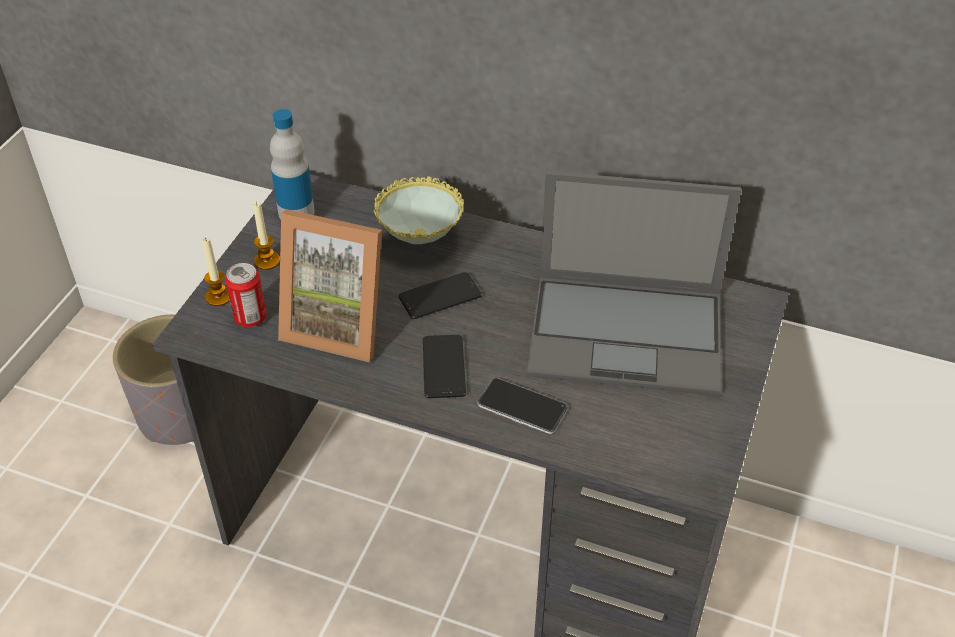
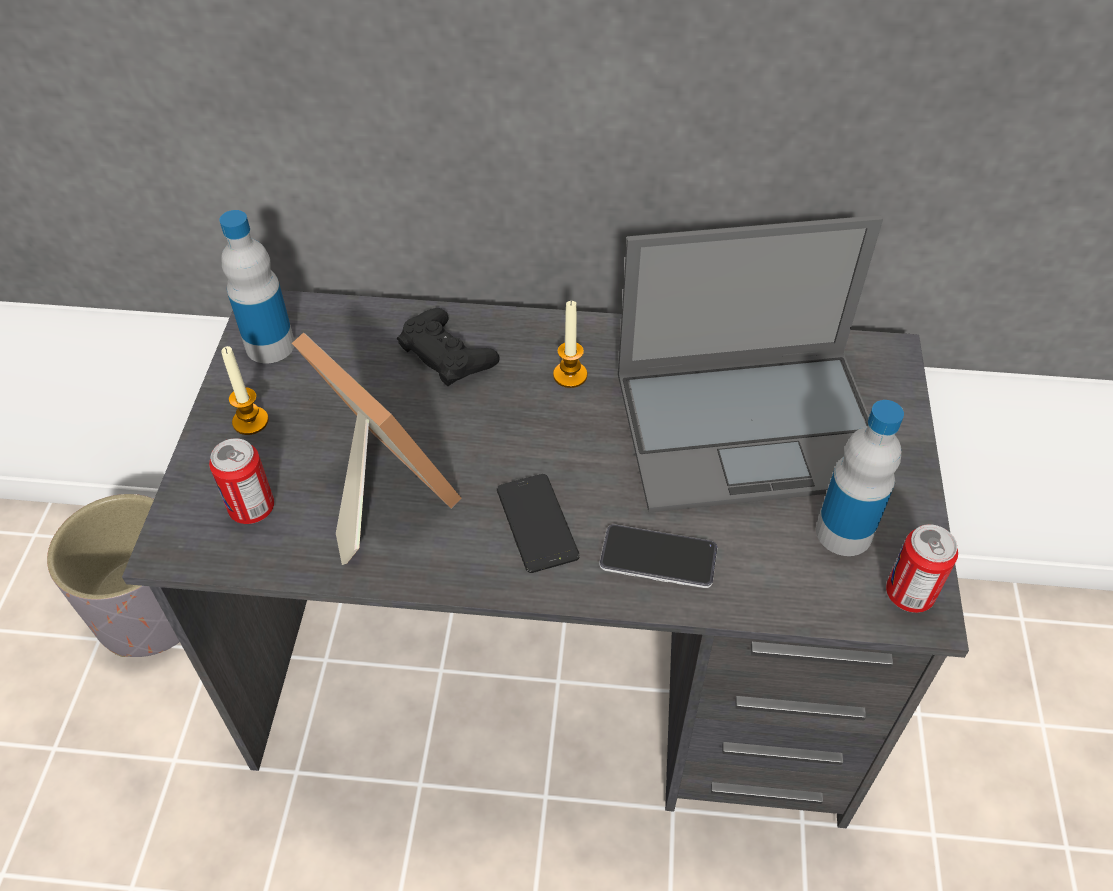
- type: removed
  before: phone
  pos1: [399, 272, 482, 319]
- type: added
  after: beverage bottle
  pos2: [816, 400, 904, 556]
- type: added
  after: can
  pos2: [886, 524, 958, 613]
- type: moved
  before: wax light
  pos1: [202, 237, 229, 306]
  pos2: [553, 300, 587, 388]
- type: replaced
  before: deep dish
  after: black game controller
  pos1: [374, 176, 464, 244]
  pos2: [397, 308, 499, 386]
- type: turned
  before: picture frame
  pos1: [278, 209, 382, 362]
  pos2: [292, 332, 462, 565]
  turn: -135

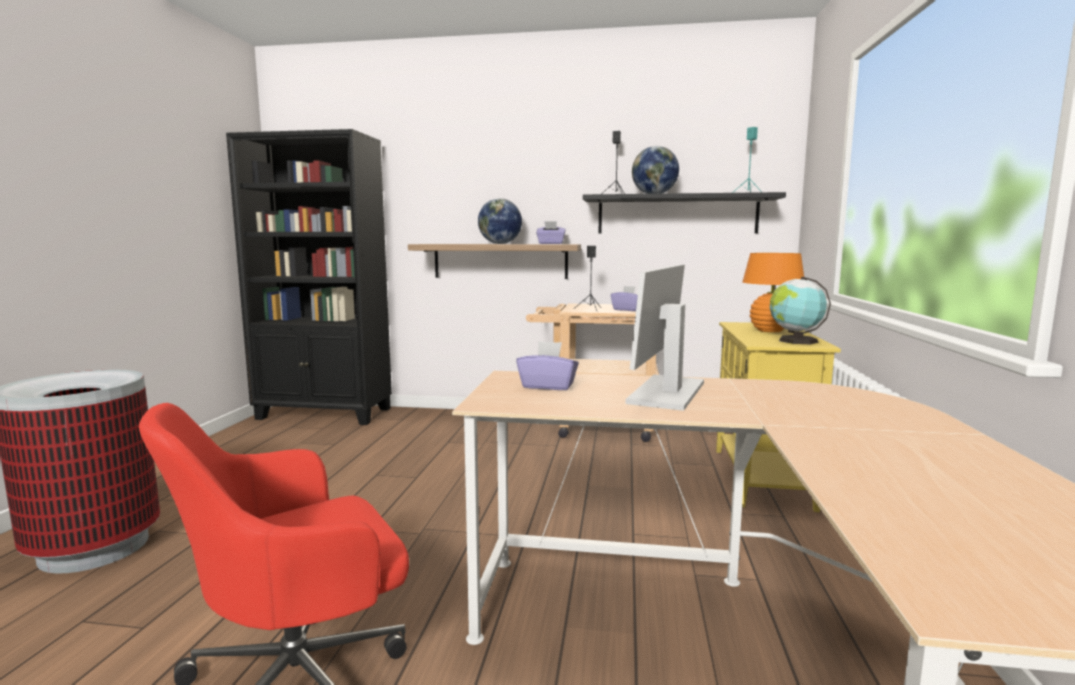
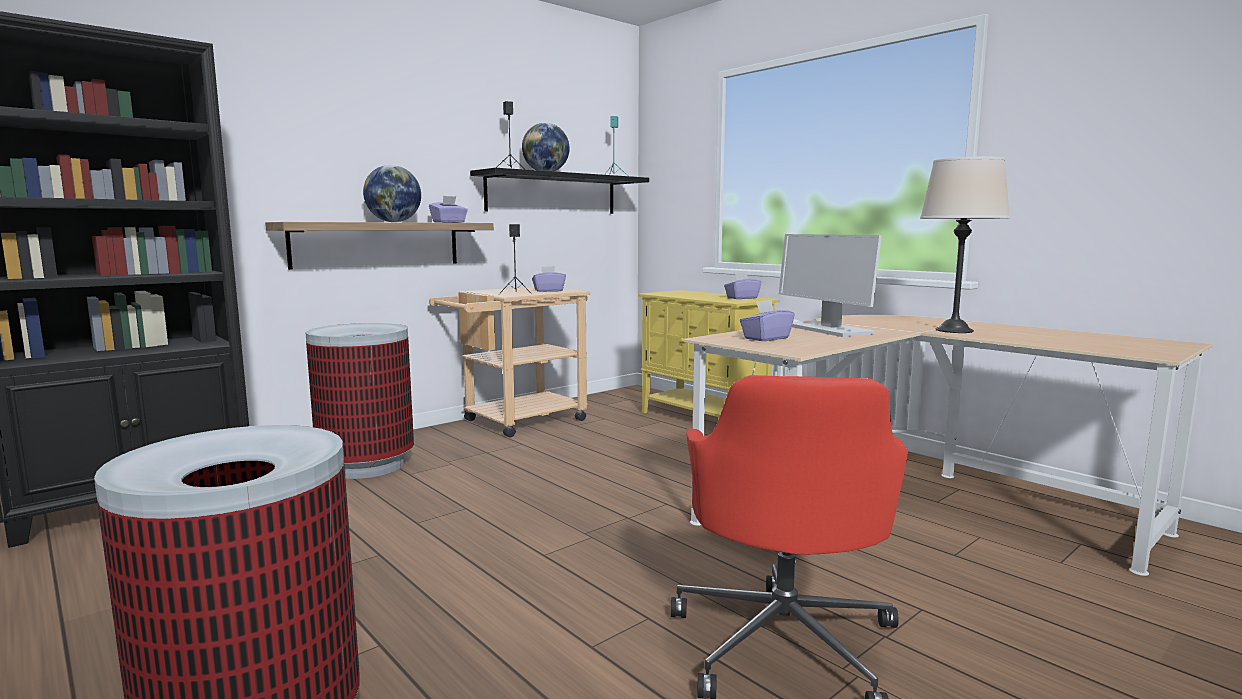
- type: removed
  before: orangey lamp for a table
  pos1: [743, 253, 804, 332]
- type: added
  after: waste bin
  pos2: [305, 323, 414, 479]
- type: added
  after: sand-coloured lamp for a table
  pos2: [920, 157, 1010, 333]
- type: replaced
  before: globe
  after: purple-coloured tissue box
  pos1: [770, 277, 831, 344]
  pos2: [724, 273, 761, 299]

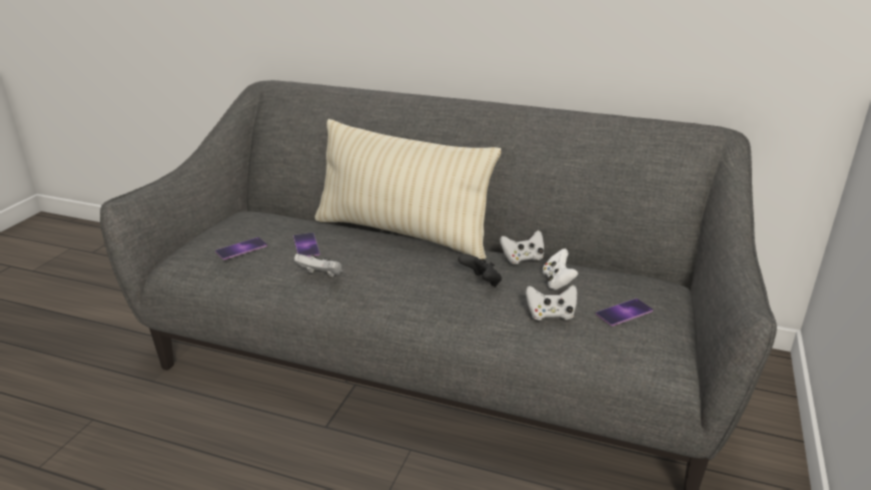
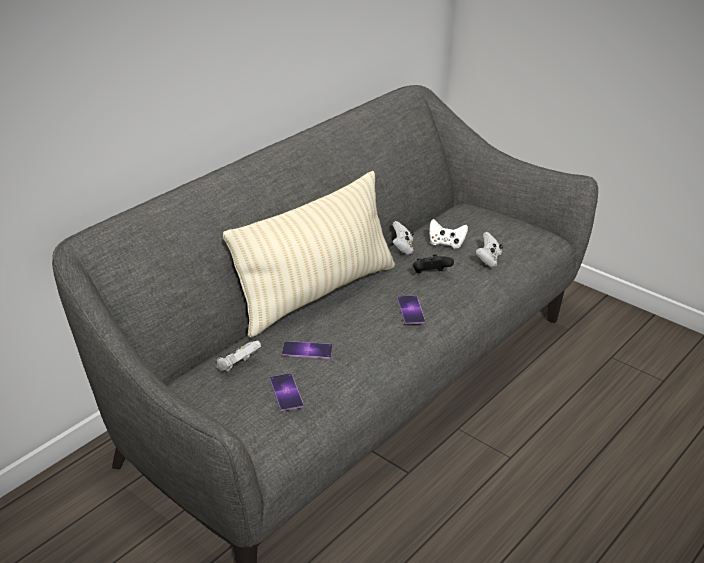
- type: moved
  before: white game controller
  pos1: [294, 254, 342, 277]
  pos2: [216, 341, 261, 372]
- type: moved
  before: phone
  pos1: [596, 298, 653, 326]
  pos2: [397, 295, 425, 324]

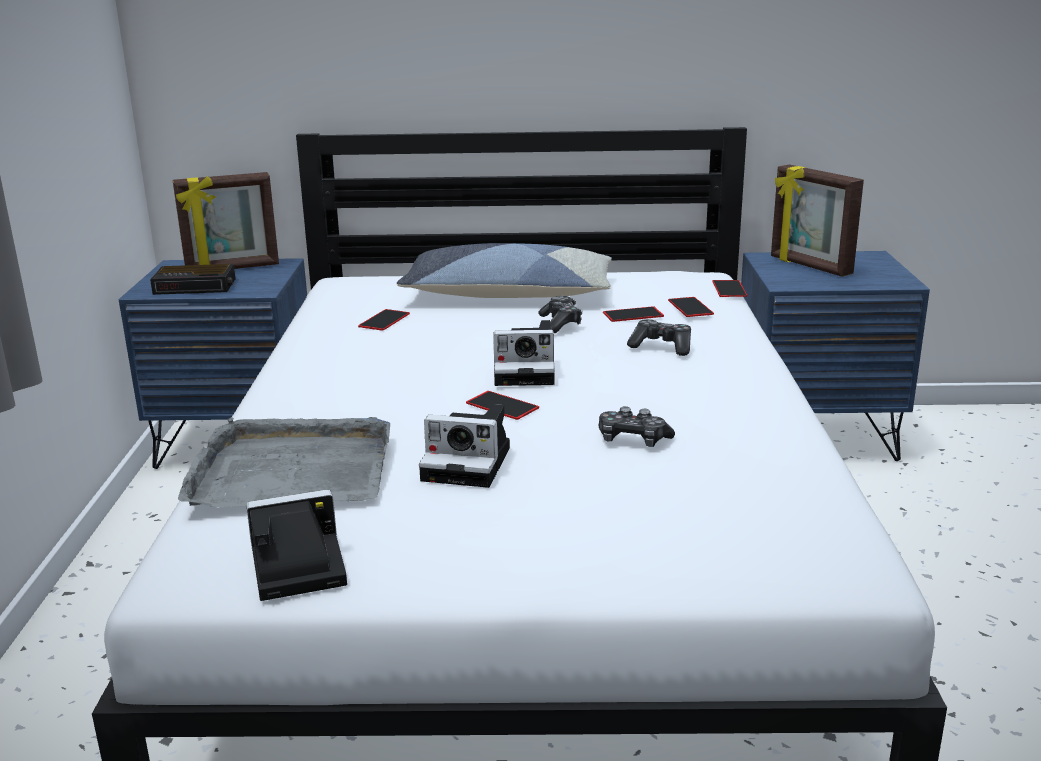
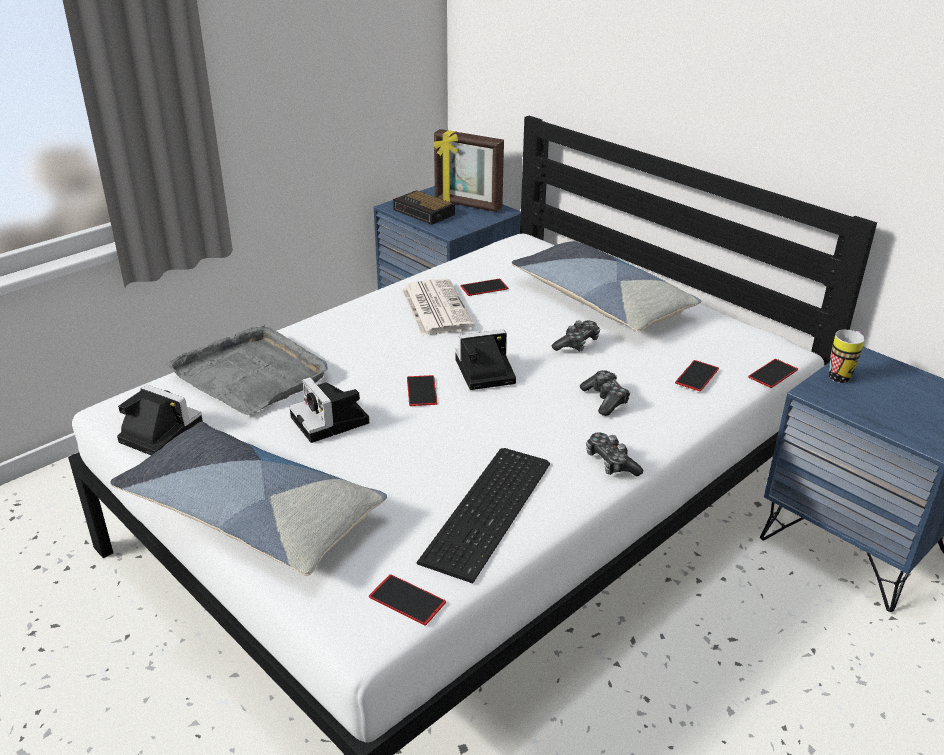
- type: removed
  before: picture frame
  pos1: [771, 164, 864, 277]
- type: added
  after: cushion
  pos2: [110, 422, 387, 576]
- type: added
  after: printed paper
  pos2: [402, 278, 475, 336]
- type: added
  after: computer keyboard
  pos2: [417, 448, 550, 584]
- type: added
  after: tea mug
  pos2: [829, 330, 865, 383]
- type: moved
  before: game controller
  pos1: [598, 406, 675, 447]
  pos2: [586, 432, 643, 476]
- type: moved
  before: phone
  pos1: [603, 306, 664, 322]
  pos2: [369, 574, 446, 625]
- type: turned
  before: photo camera
  pos1: [493, 320, 555, 386]
  pos2: [455, 330, 516, 390]
  turn: 120

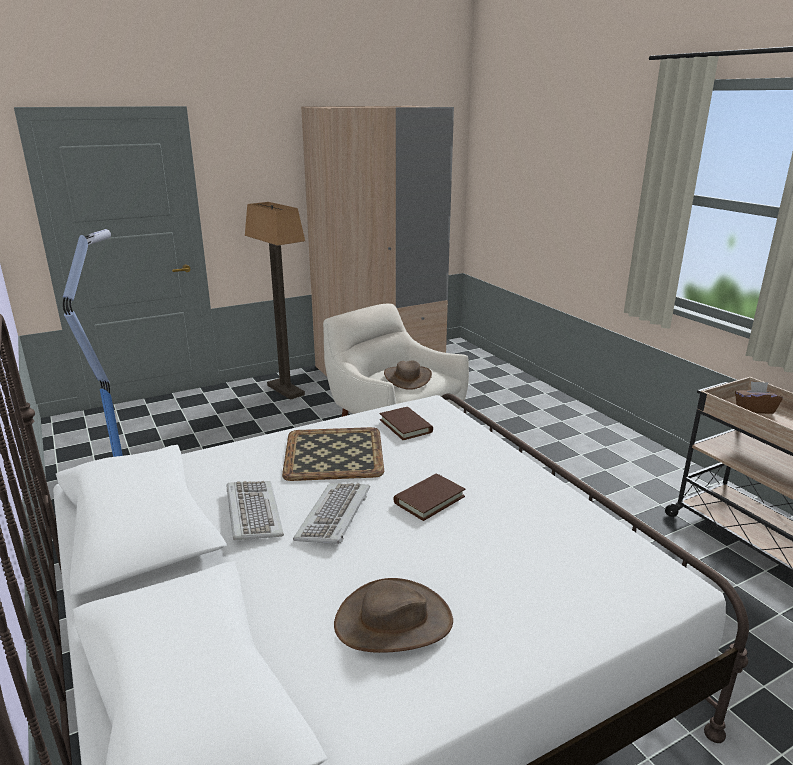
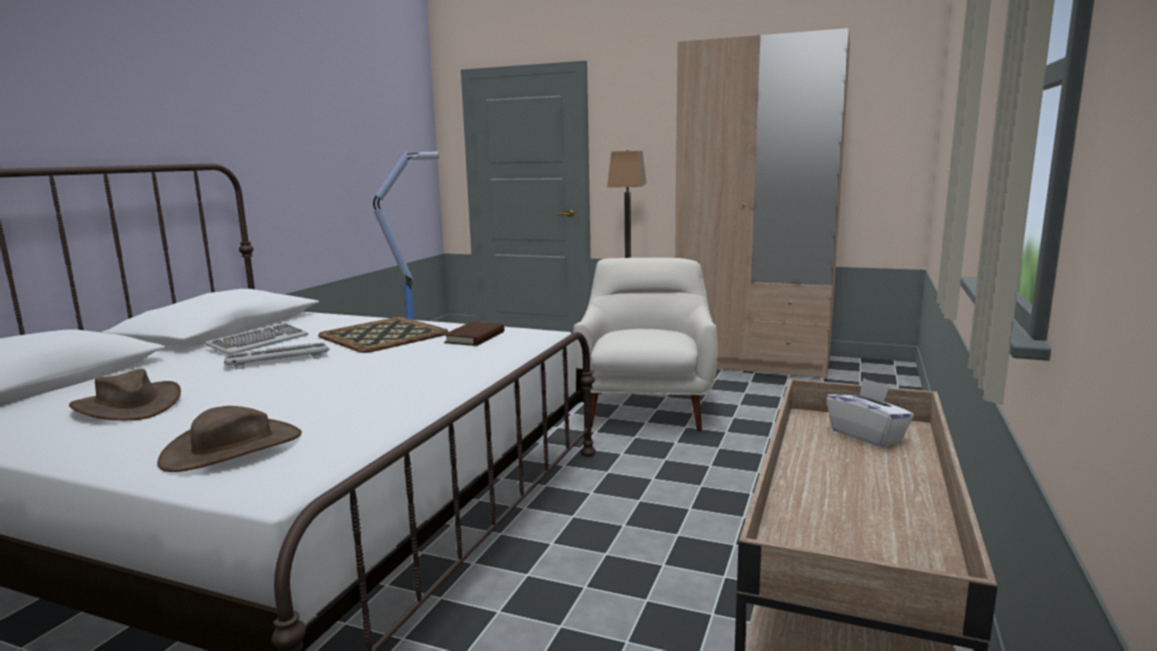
- type: removed
  before: brown-coloured book
  pos1: [394, 473, 465, 521]
- type: moved
  before: brown-coloured clothing hat
  pos1: [384, 360, 432, 390]
  pos2: [157, 406, 302, 472]
- type: recoloured
  before: brown-coloured tissue box
  after: white tissue box
  pos1: [735, 381, 783, 414]
  pos2: [827, 378, 914, 448]

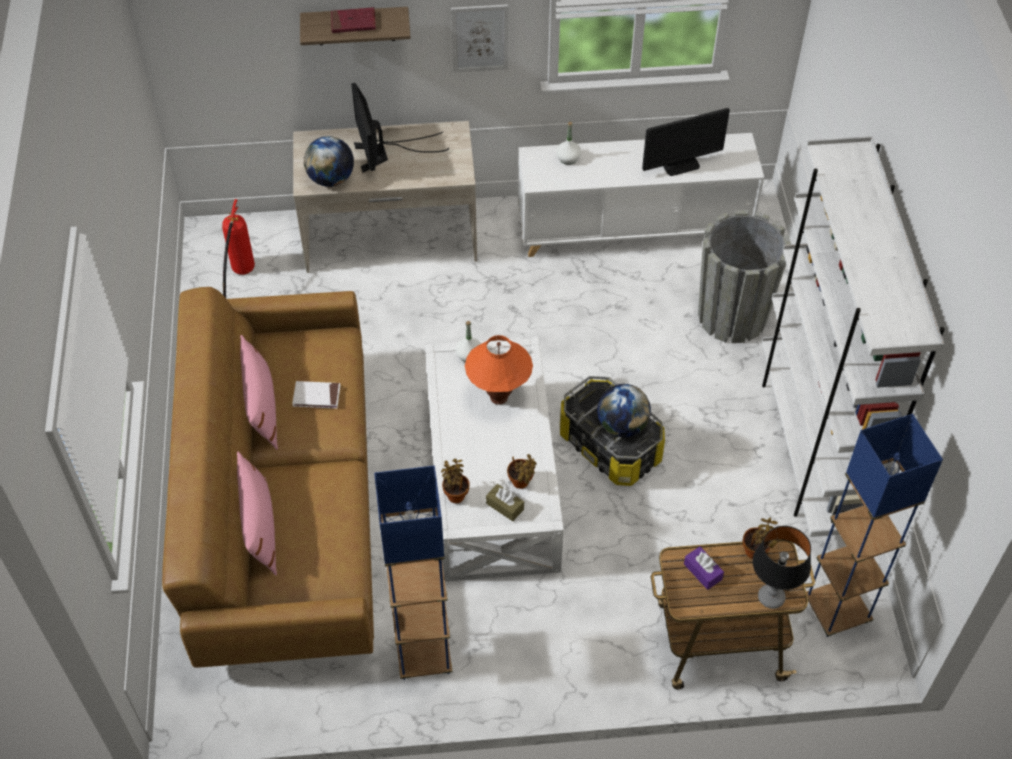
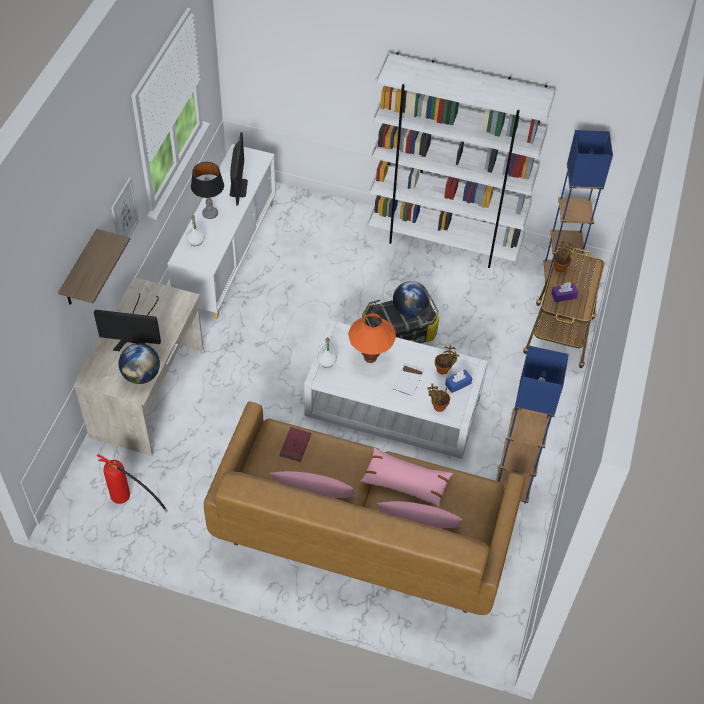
- type: removed
  before: grey flower pot
  pos1: [698, 210, 791, 343]
- type: added
  after: pink cushion
  pos2: [360, 448, 453, 507]
- type: moved
  before: white book
  pos1: [292, 381, 340, 409]
  pos2: [392, 365, 423, 397]
- type: moved
  before: red book
  pos1: [331, 7, 376, 33]
  pos2: [280, 427, 311, 462]
- type: moved
  before: lamp for a table
  pos1: [752, 526, 811, 609]
  pos2: [191, 162, 224, 219]
- type: recoloured
  before: brown-coloured tissue box
  after: bluish tissue box
  pos1: [486, 484, 524, 521]
  pos2: [445, 369, 472, 393]

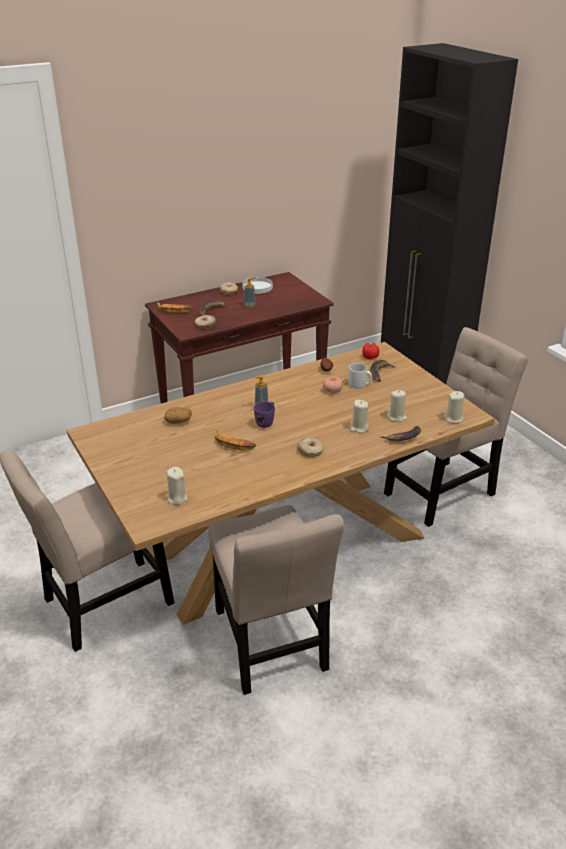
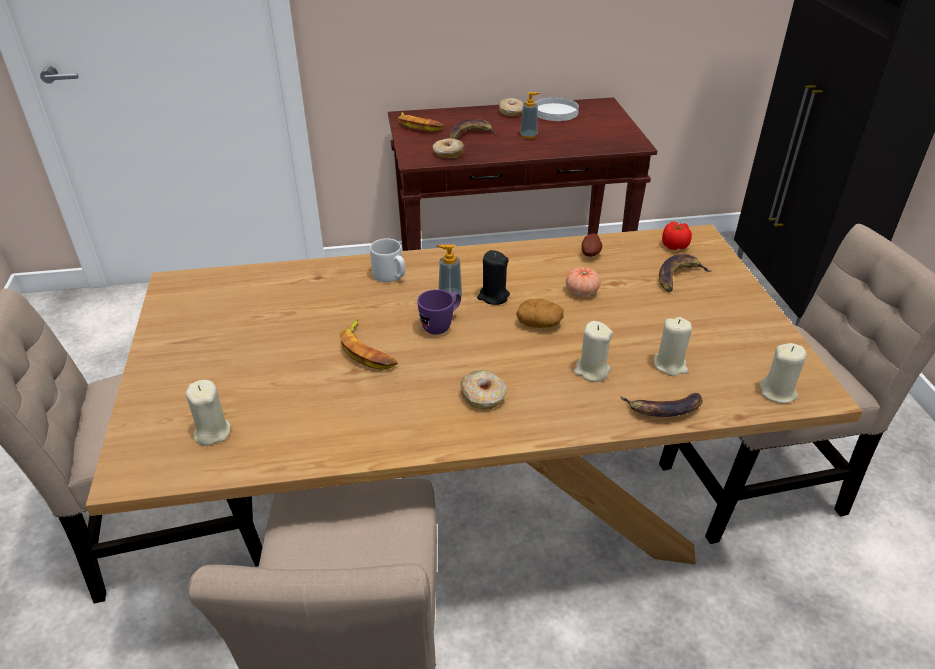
- type: added
  after: black wax light
  pos2: [477, 250, 510, 305]
- type: moved
  before: potato
  pos1: [164, 407, 192, 424]
  pos2: [516, 299, 564, 328]
- type: moved
  before: grey tea mug
  pos1: [348, 363, 372, 389]
  pos2: [370, 238, 405, 282]

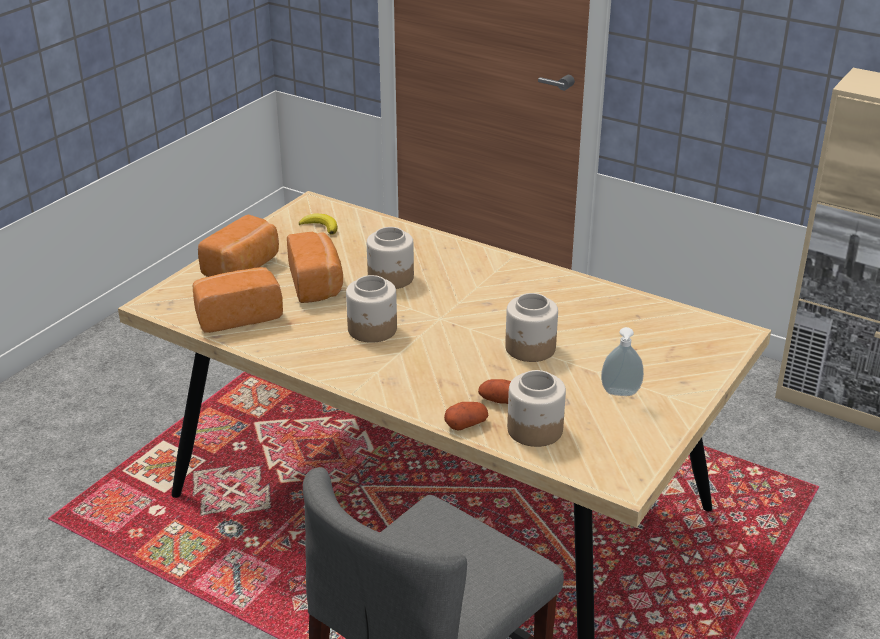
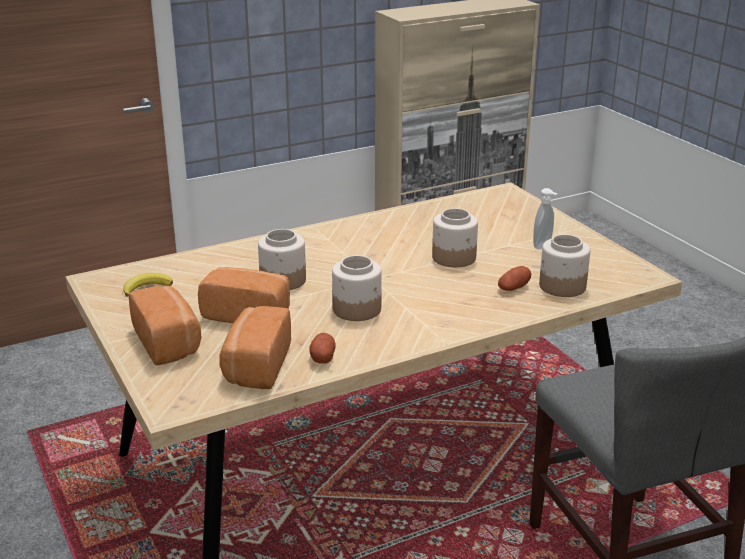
- type: moved
  before: potato
  pos1: [444, 402, 489, 431]
  pos2: [309, 333, 336, 364]

